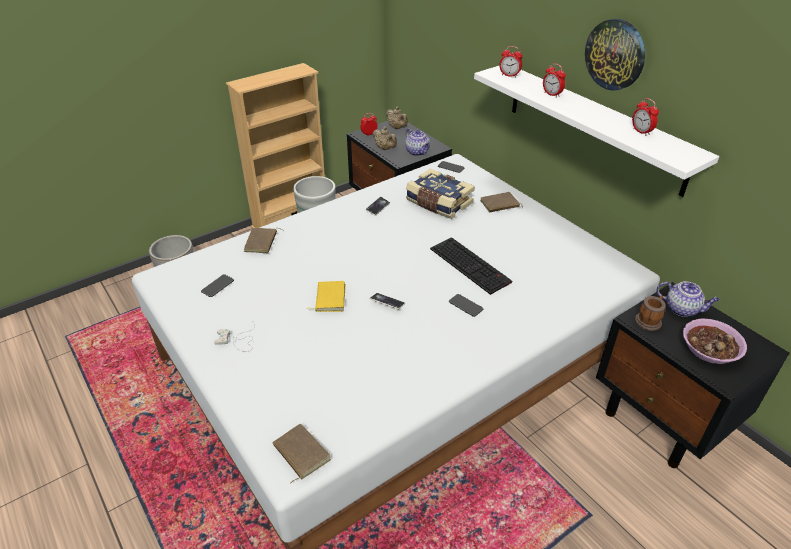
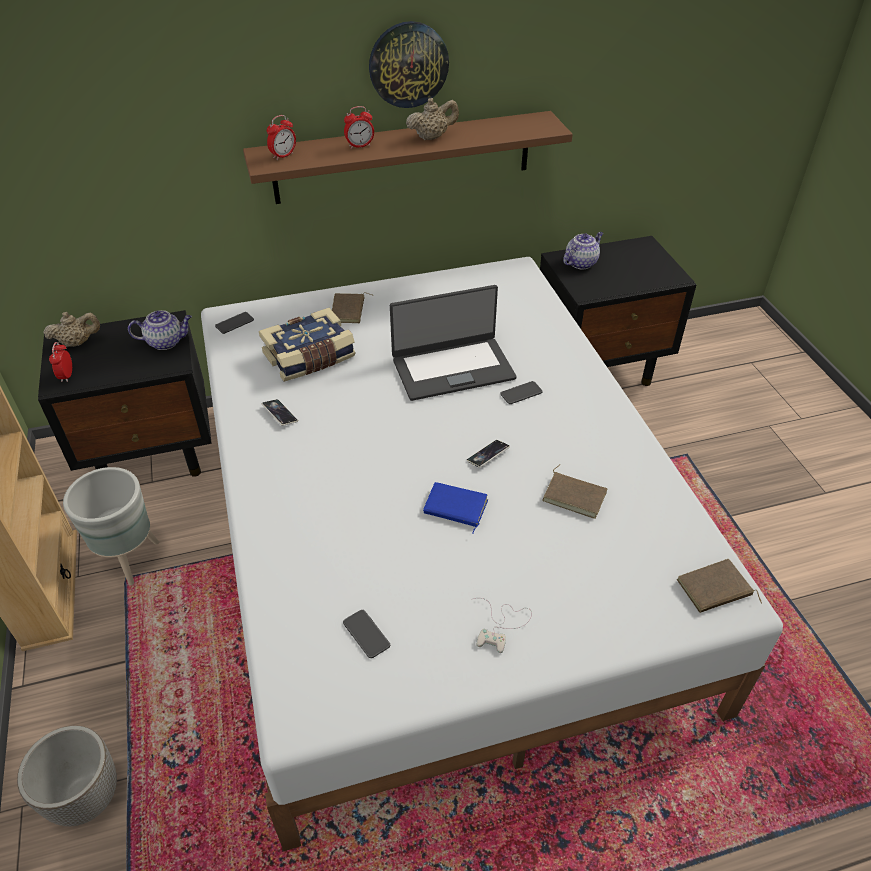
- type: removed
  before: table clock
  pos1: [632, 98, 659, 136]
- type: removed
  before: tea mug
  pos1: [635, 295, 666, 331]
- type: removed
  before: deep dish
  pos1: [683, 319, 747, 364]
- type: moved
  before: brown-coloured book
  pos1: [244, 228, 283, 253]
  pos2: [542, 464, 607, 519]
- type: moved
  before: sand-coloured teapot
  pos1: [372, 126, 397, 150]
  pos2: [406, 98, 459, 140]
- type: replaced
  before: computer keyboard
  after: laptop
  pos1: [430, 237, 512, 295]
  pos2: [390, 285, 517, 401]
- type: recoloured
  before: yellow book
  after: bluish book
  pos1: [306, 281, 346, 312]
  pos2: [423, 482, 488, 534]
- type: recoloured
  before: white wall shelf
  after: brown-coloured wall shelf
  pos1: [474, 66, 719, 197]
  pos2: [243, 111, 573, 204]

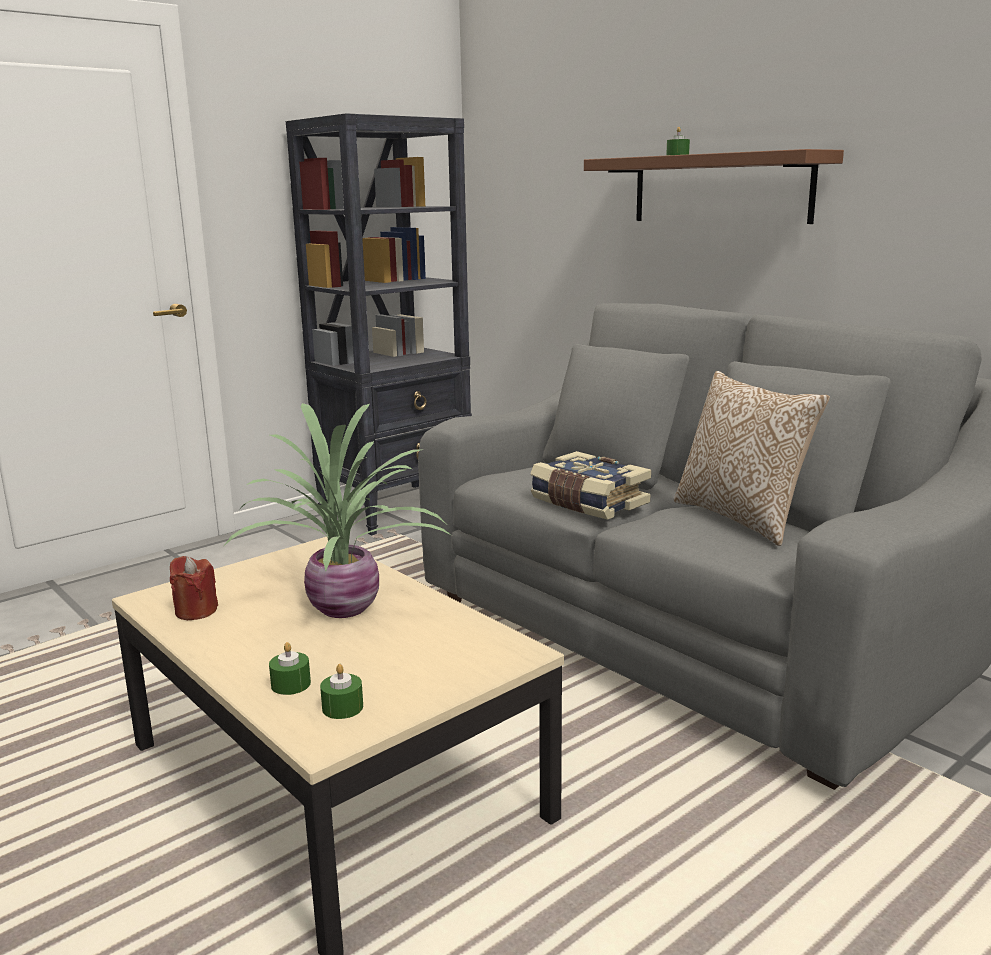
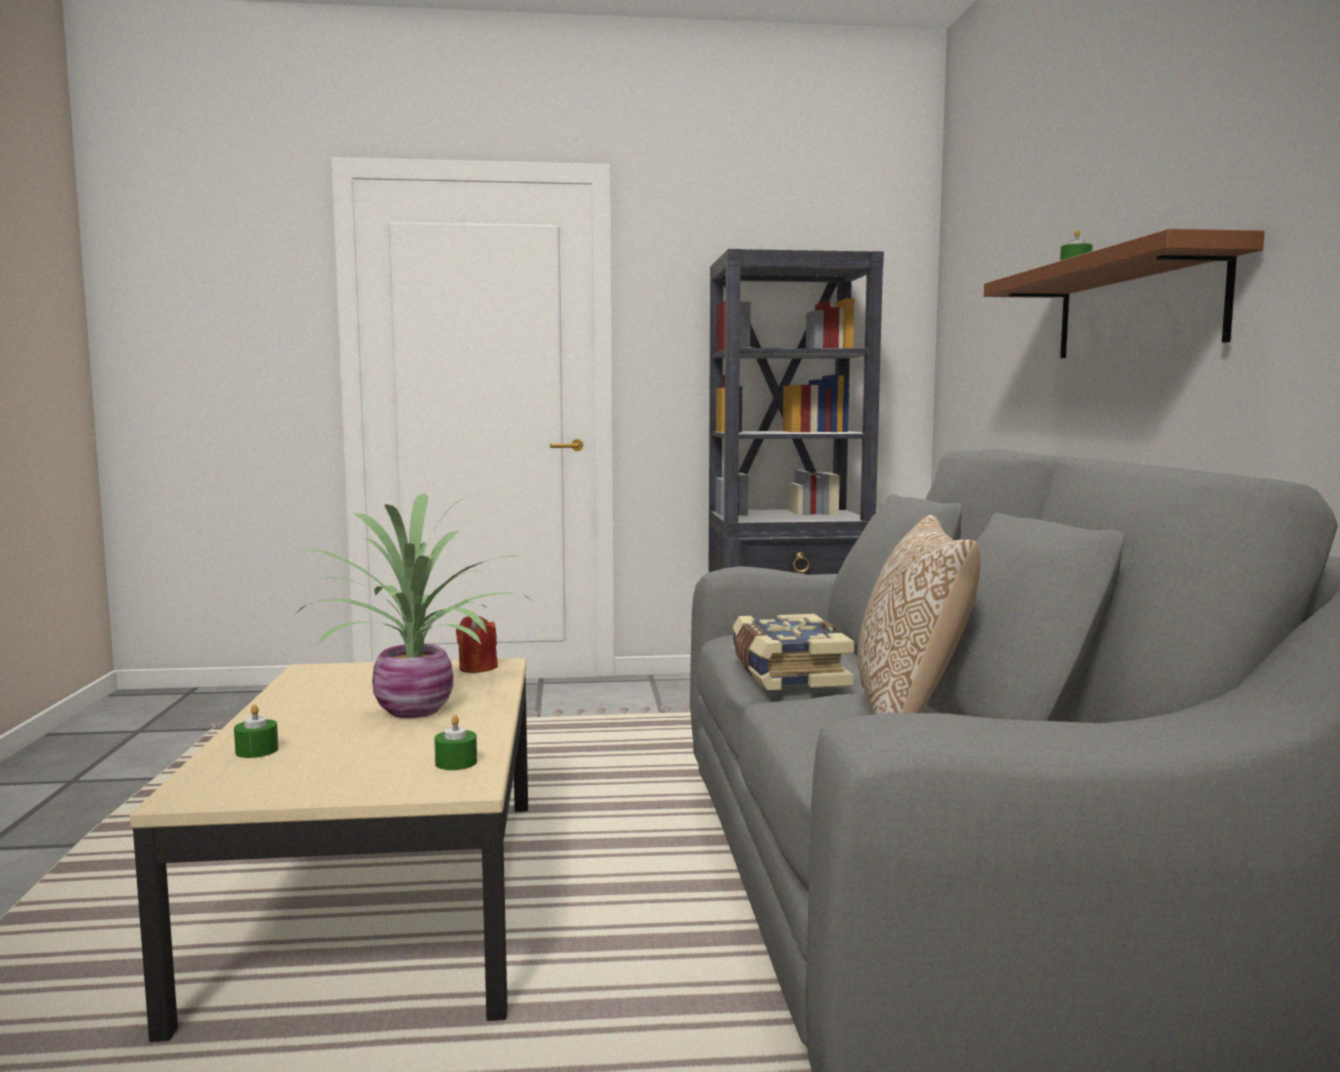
- type: moved
  before: red wax light
  pos1: [170, 556, 218, 620]
  pos2: [456, 616, 498, 673]
- type: moved
  before: greenish wax light
  pos1: [320, 664, 363, 719]
  pos2: [434, 715, 477, 770]

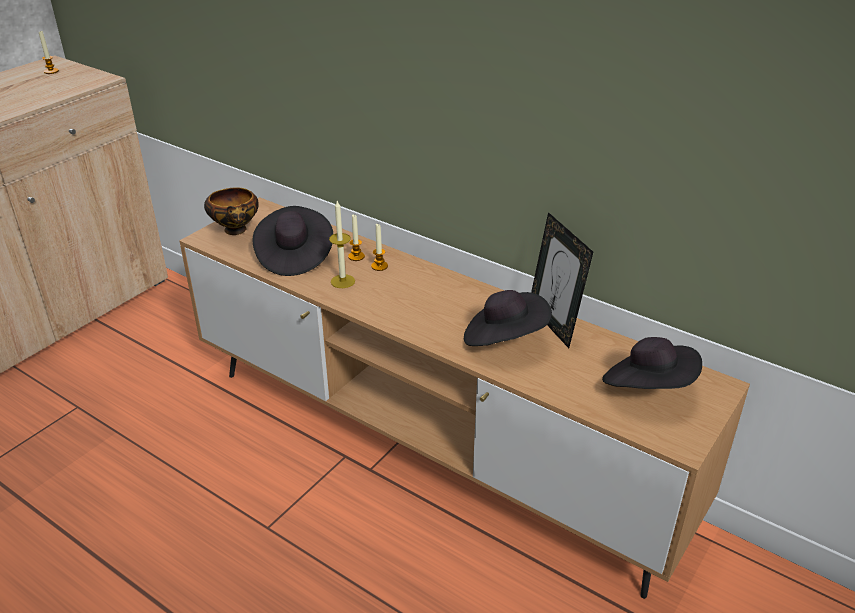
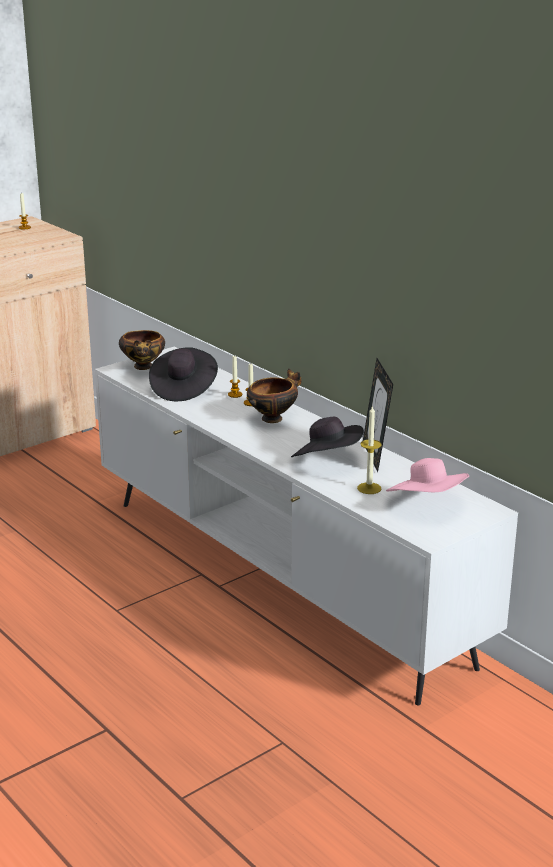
- type: added
  after: deep dish
  pos2: [247, 369, 302, 423]
- type: moved
  before: wax light
  pos1: [329, 201, 355, 288]
  pos2: [357, 405, 382, 494]
- type: recoloured
  before: brown-coloured tv stand
  after: white tv stand
  pos1: [179, 197, 750, 599]
  pos2: [95, 347, 518, 705]
- type: recoloured
  before: black clothing hat
  after: pink clothing hat
  pos1: [602, 337, 702, 389]
  pos2: [386, 458, 469, 492]

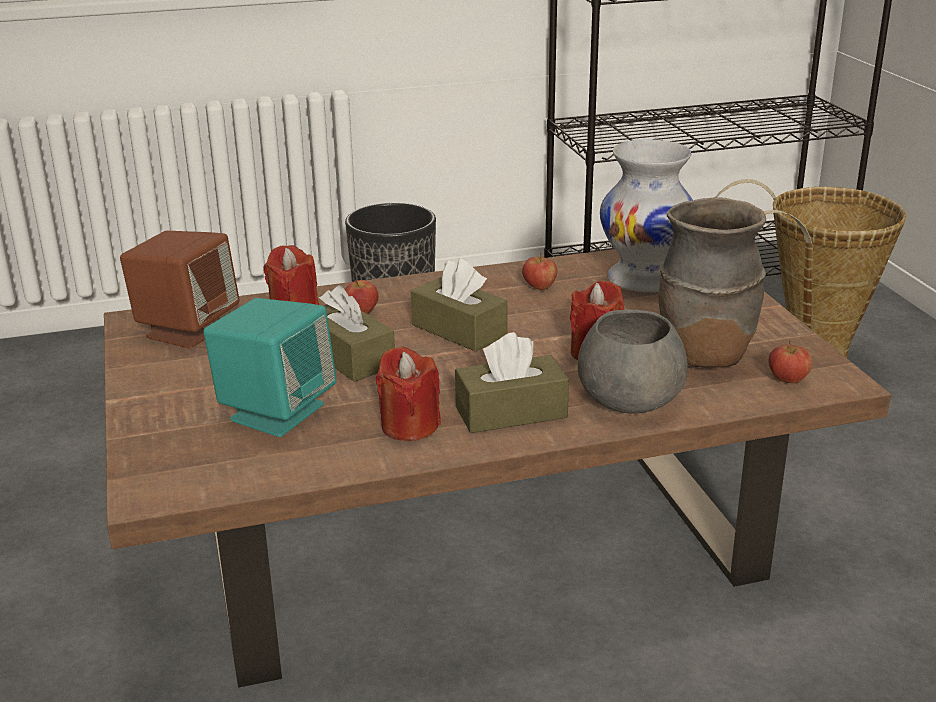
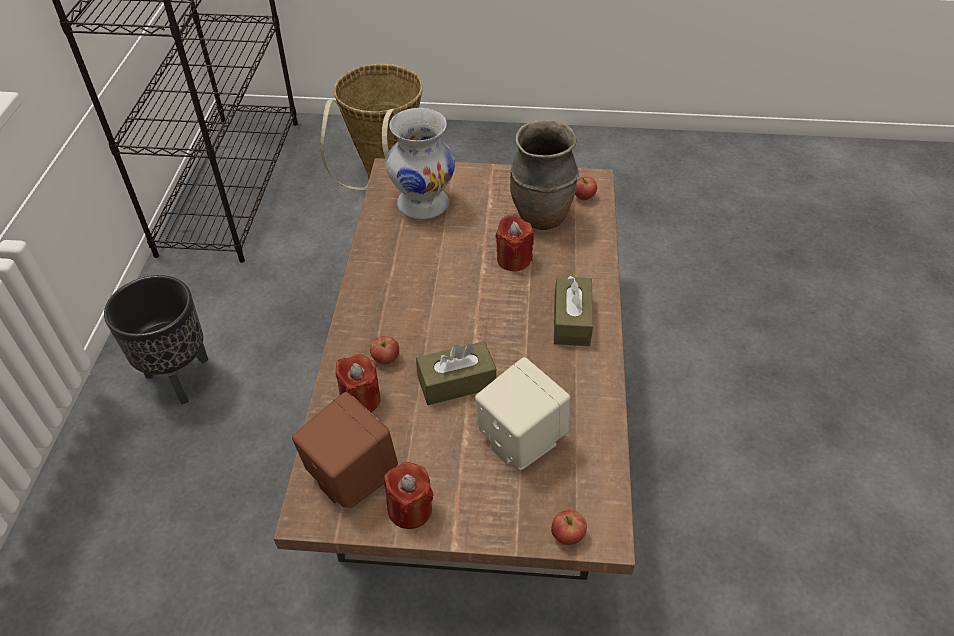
- type: removed
  before: brown-coloured tissue box
  pos1: [411, 259, 508, 352]
- type: removed
  before: grey deep dish
  pos1: [578, 309, 687, 414]
- type: moved
  before: red wax light
  pos1: [376, 346, 441, 441]
  pos2: [384, 462, 434, 529]
- type: moved
  before: apple fruit
  pos1: [522, 253, 557, 290]
  pos2: [551, 510, 587, 545]
- type: recoloured
  before: turquoise audio speaker
  after: sand-coloured audio speaker
  pos1: [203, 298, 337, 437]
  pos2: [475, 357, 570, 470]

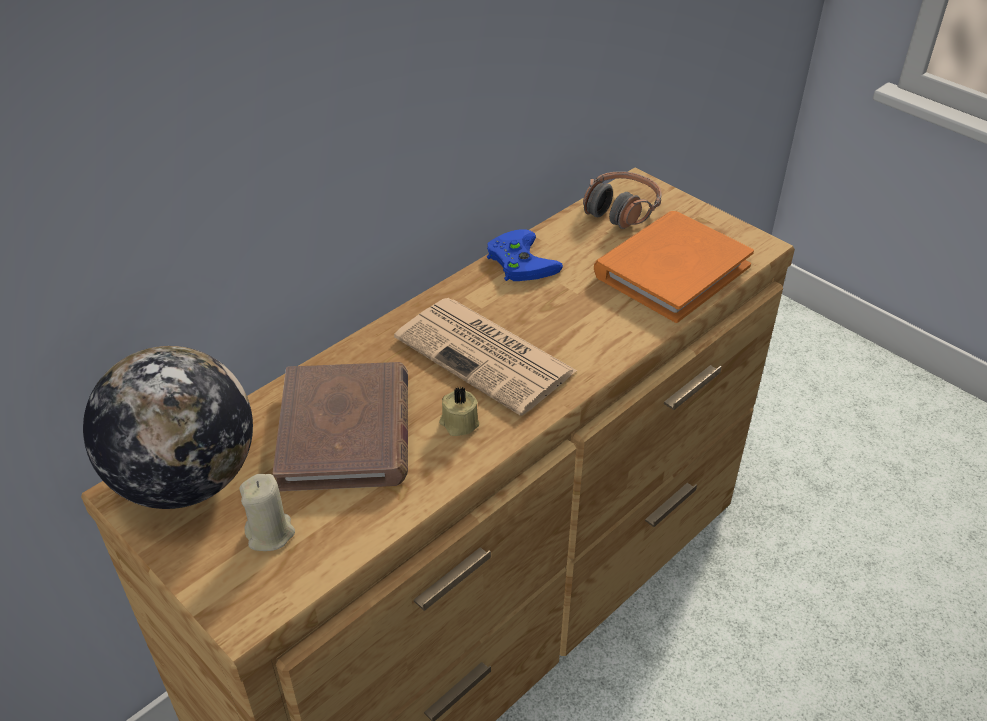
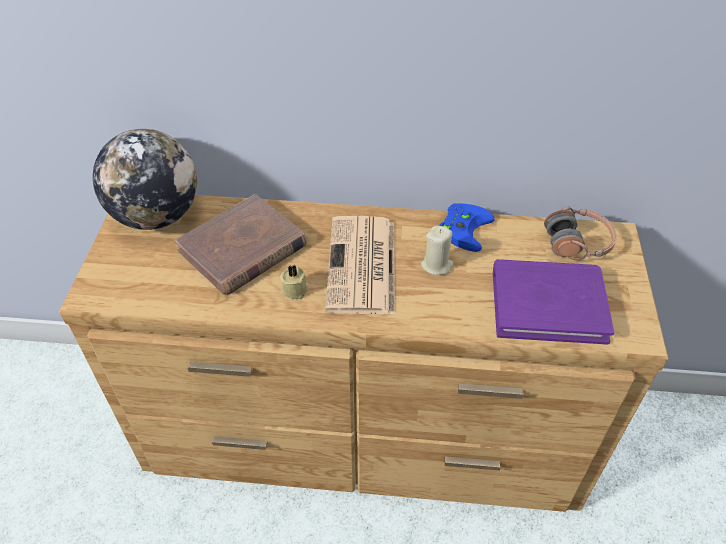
- type: moved
  before: sand-coloured wax light
  pos1: [240, 474, 295, 551]
  pos2: [421, 226, 453, 275]
- type: recoloured
  before: orangey book
  after: purple-coloured book
  pos1: [594, 211, 754, 323]
  pos2: [493, 259, 614, 345]

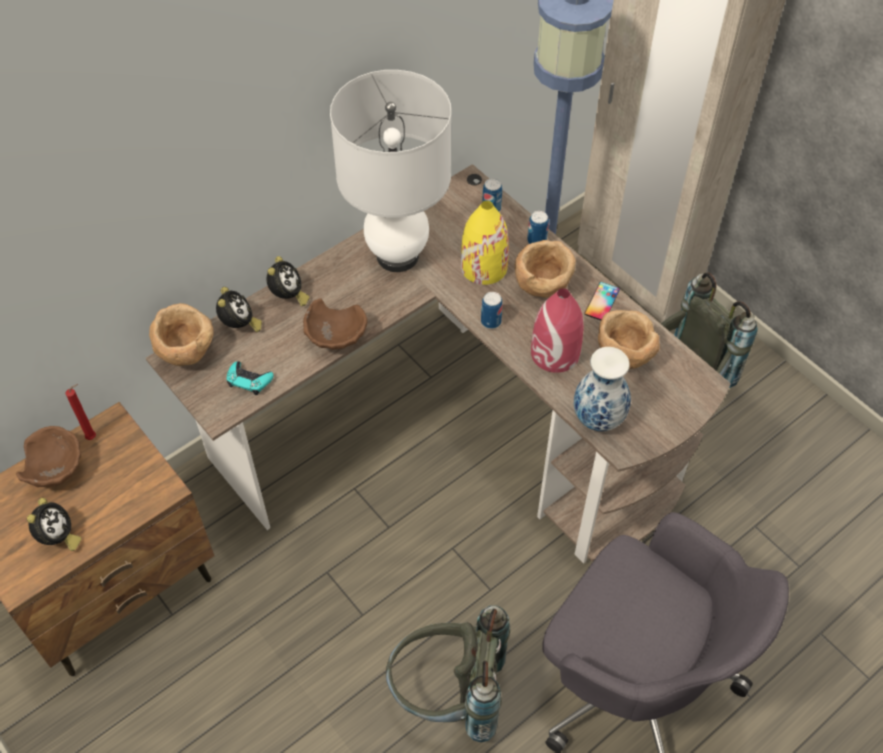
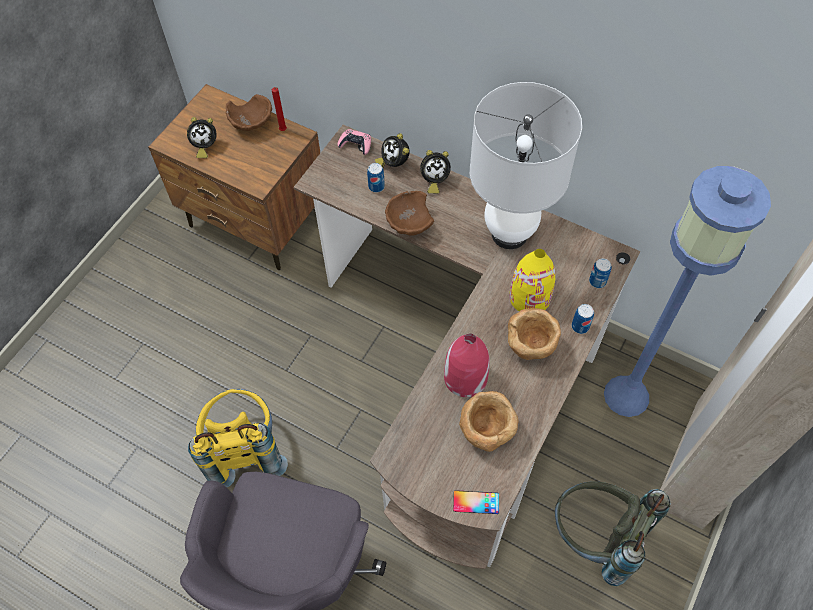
- type: removed
  before: turquoise game controller
  pos1: [227, 361, 274, 395]
- type: removed
  before: decorative vase
  pos1: [574, 347, 631, 431]
- type: moved
  before: can
  pos1: [481, 292, 503, 329]
  pos2: [367, 163, 385, 193]
- type: moved
  before: phone
  pos1: [584, 282, 620, 320]
  pos2: [453, 490, 499, 514]
- type: replaced
  before: brown-coloured deep dish
  after: pink game controller
  pos1: [149, 303, 214, 366]
  pos2: [337, 129, 371, 155]
- type: recoloured
  before: grey rucksack
  after: yellow rucksack
  pos1: [386, 606, 510, 742]
  pos2: [188, 389, 288, 487]
- type: turned
  before: table clock
  pos1: [216, 287, 262, 332]
  pos2: [375, 133, 409, 167]
  turn: 90

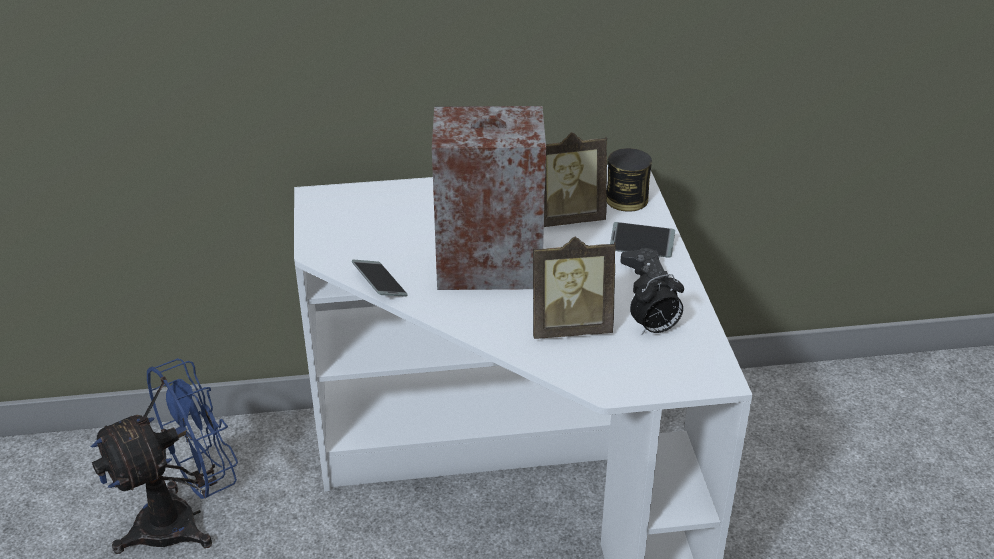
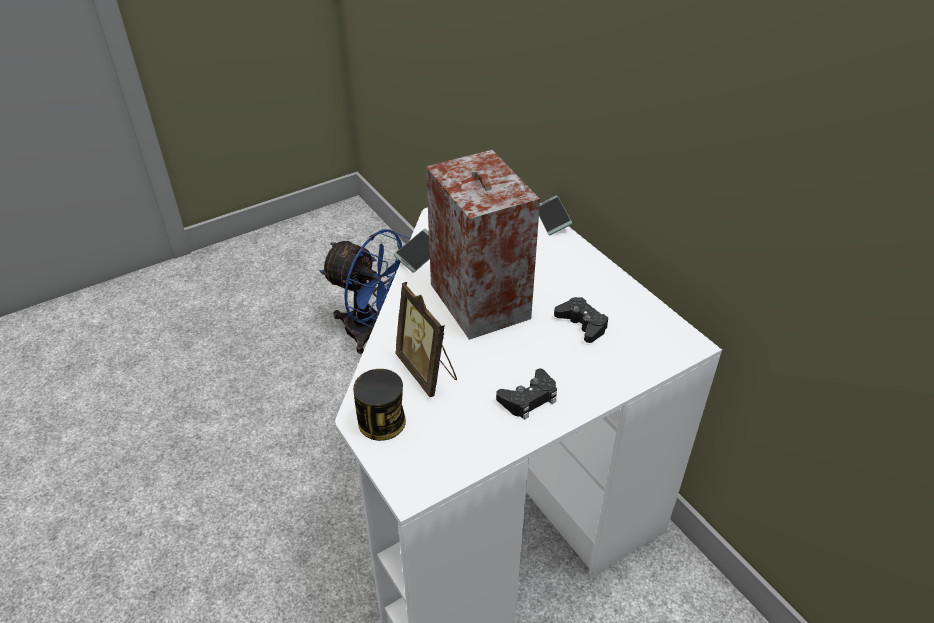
- type: removed
  before: table clock
  pos1: [630, 274, 684, 335]
- type: moved
  before: can
  pos1: [607, 148, 652, 212]
  pos2: [353, 369, 406, 441]
- type: moved
  before: phone
  pos1: [610, 222, 675, 258]
  pos2: [539, 195, 572, 236]
- type: replaced
  before: picture frame
  after: black game controller
  pos1: [544, 132, 607, 227]
  pos2: [554, 297, 608, 343]

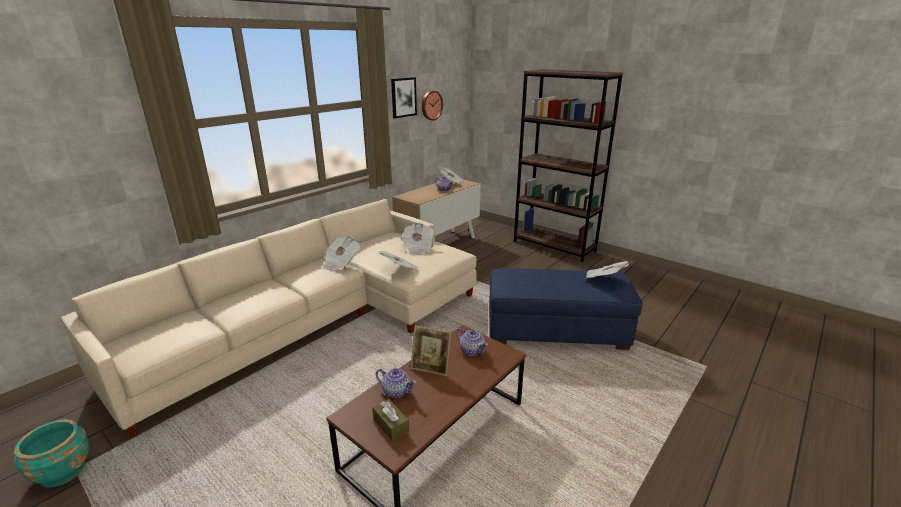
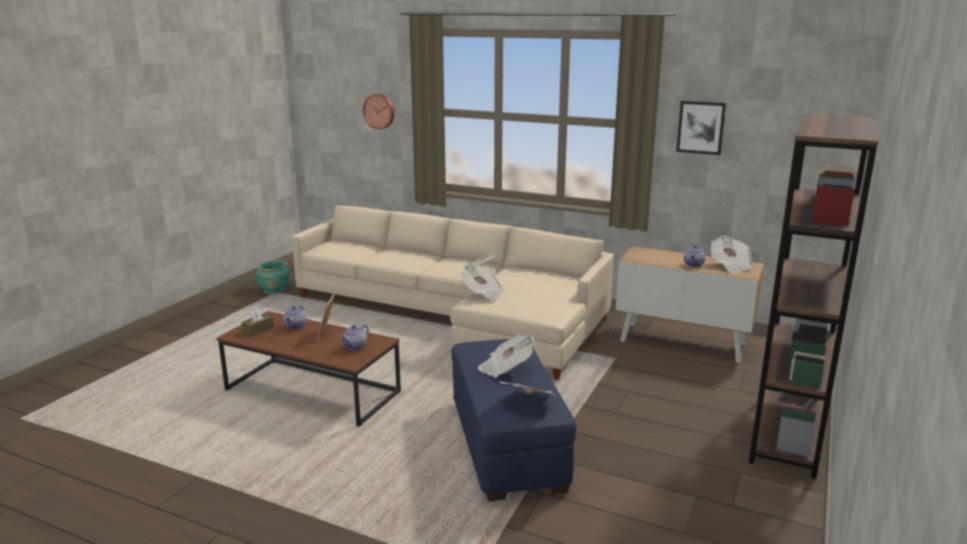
- type: moved
  before: printed paper
  pos1: [401, 222, 436, 256]
  pos2: [478, 335, 535, 378]
- type: moved
  before: clock on the wall
  pos1: [422, 91, 443, 120]
  pos2: [363, 94, 394, 130]

